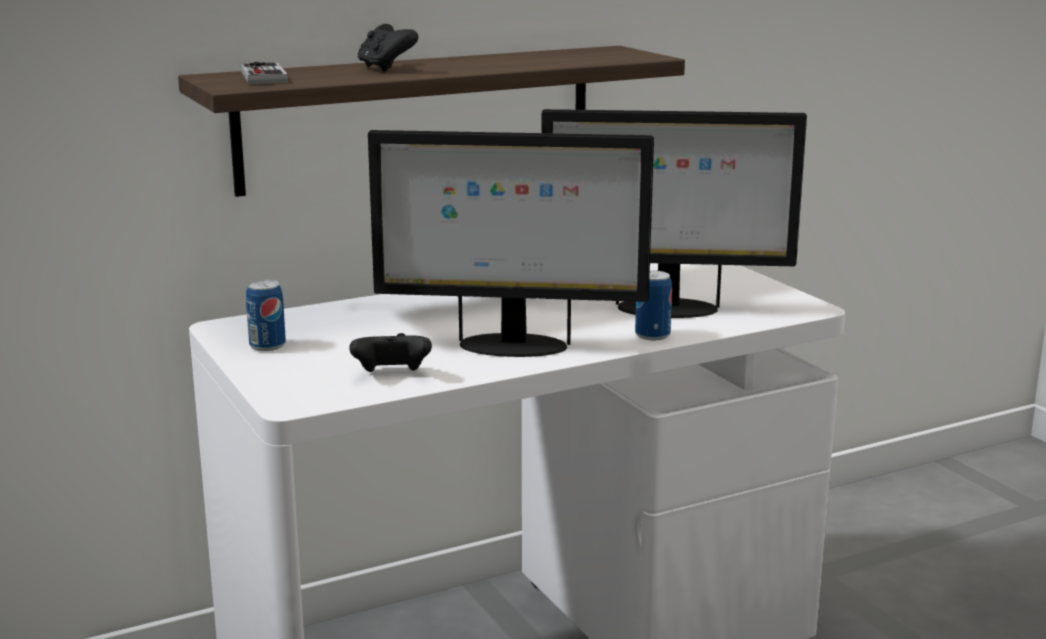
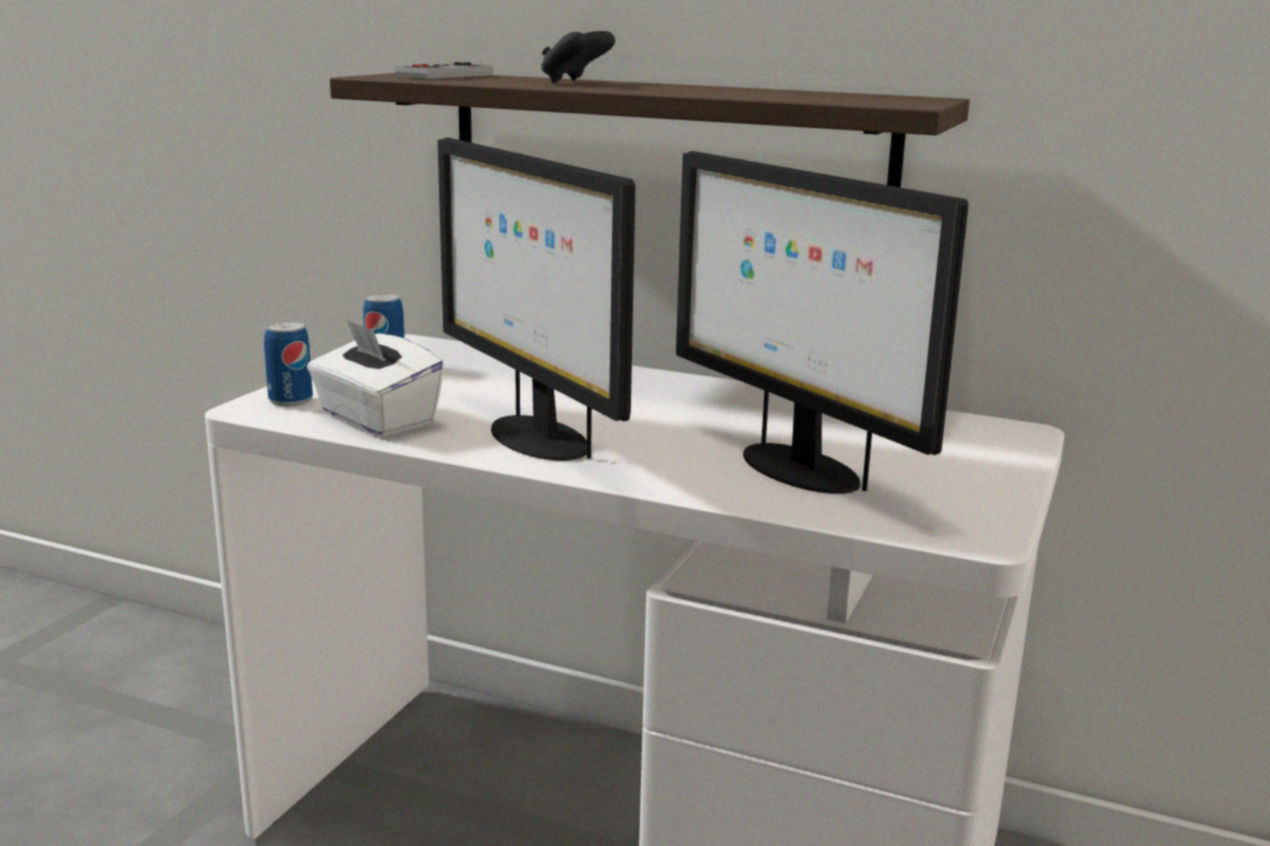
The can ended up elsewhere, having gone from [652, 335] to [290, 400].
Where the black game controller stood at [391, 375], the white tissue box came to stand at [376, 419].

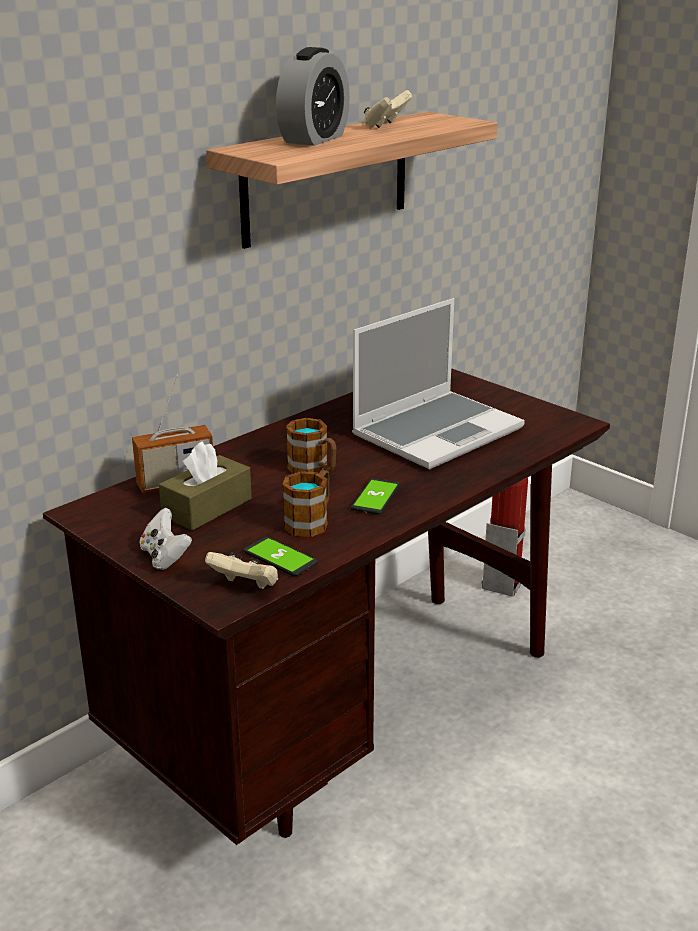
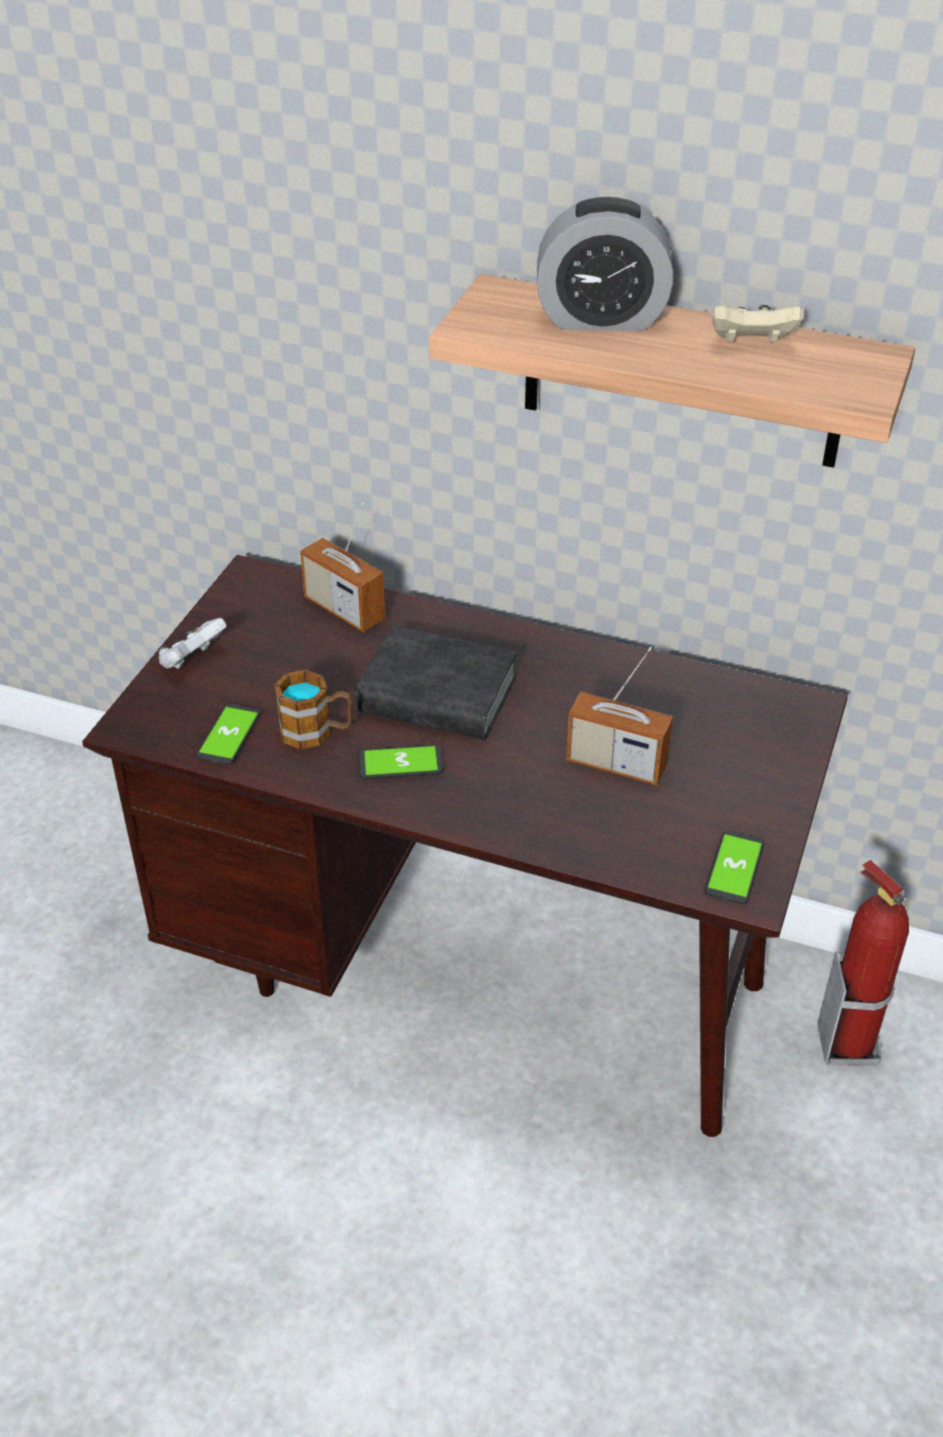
Where the laptop stood at [437, 431], the radio came to stand at [616, 764].
Where the mug stood at [314, 470], the black book came to stand at [437, 695].
The second view lost the brown tissue box at [207, 507].
The second view lost the beige game controller at [245, 586].
The second view gained the phone at [734, 868].

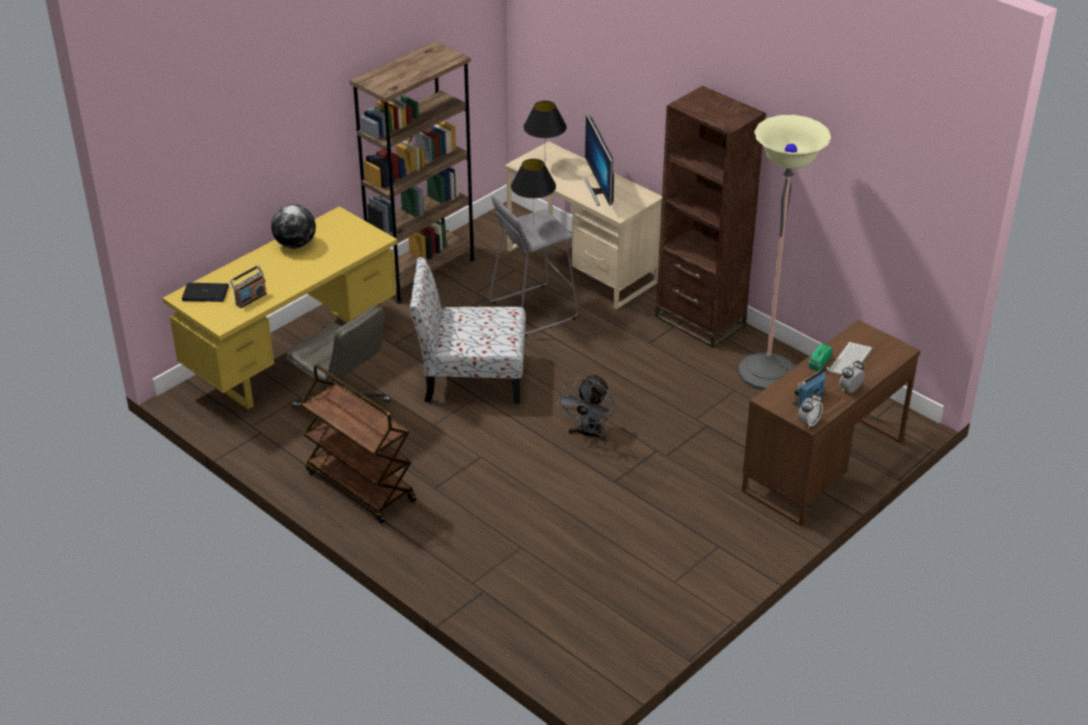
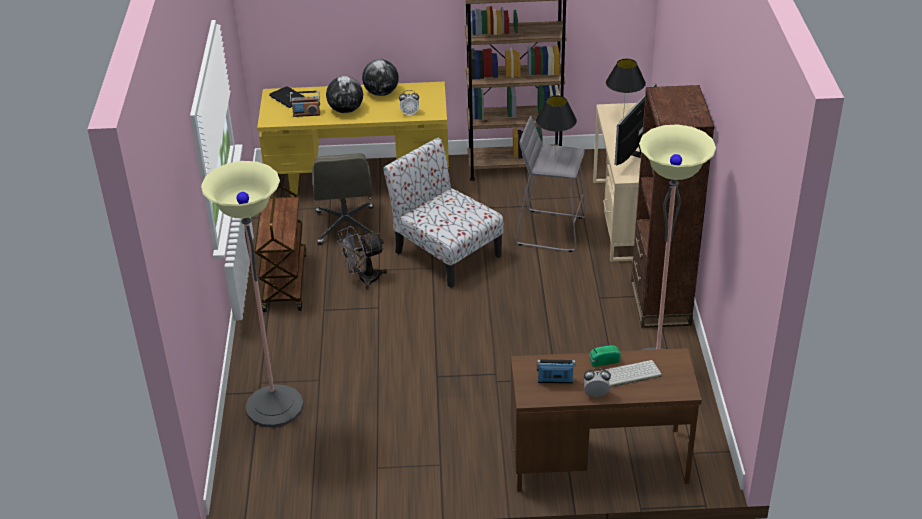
The grey fan ended up elsewhere, having gone from [588, 434] to [363, 279].
The alarm clock ended up elsewhere, having gone from [808, 423] to [409, 113].
The second view gained the globe at [346, 110].
The second view gained the floor lamp at [274, 407].

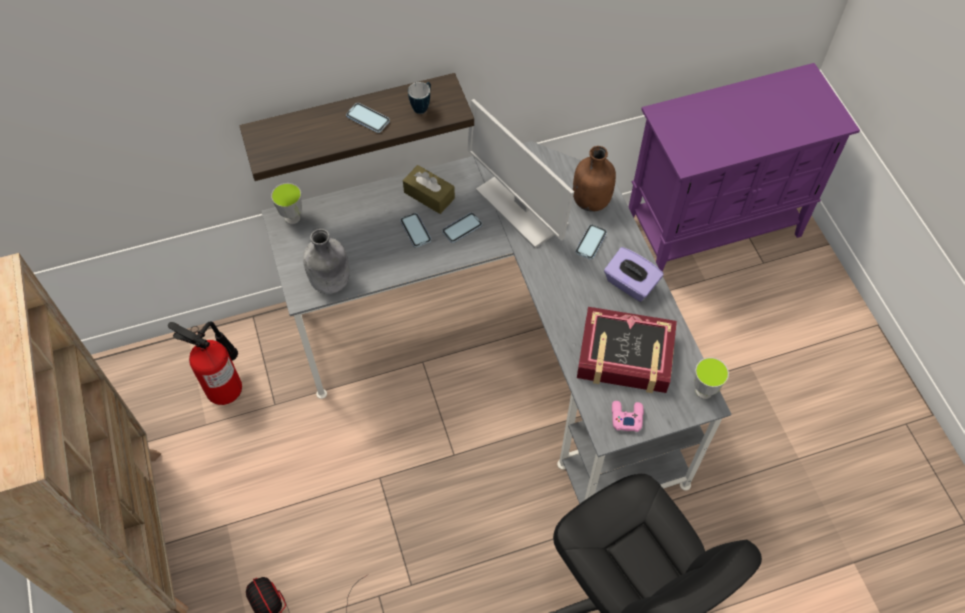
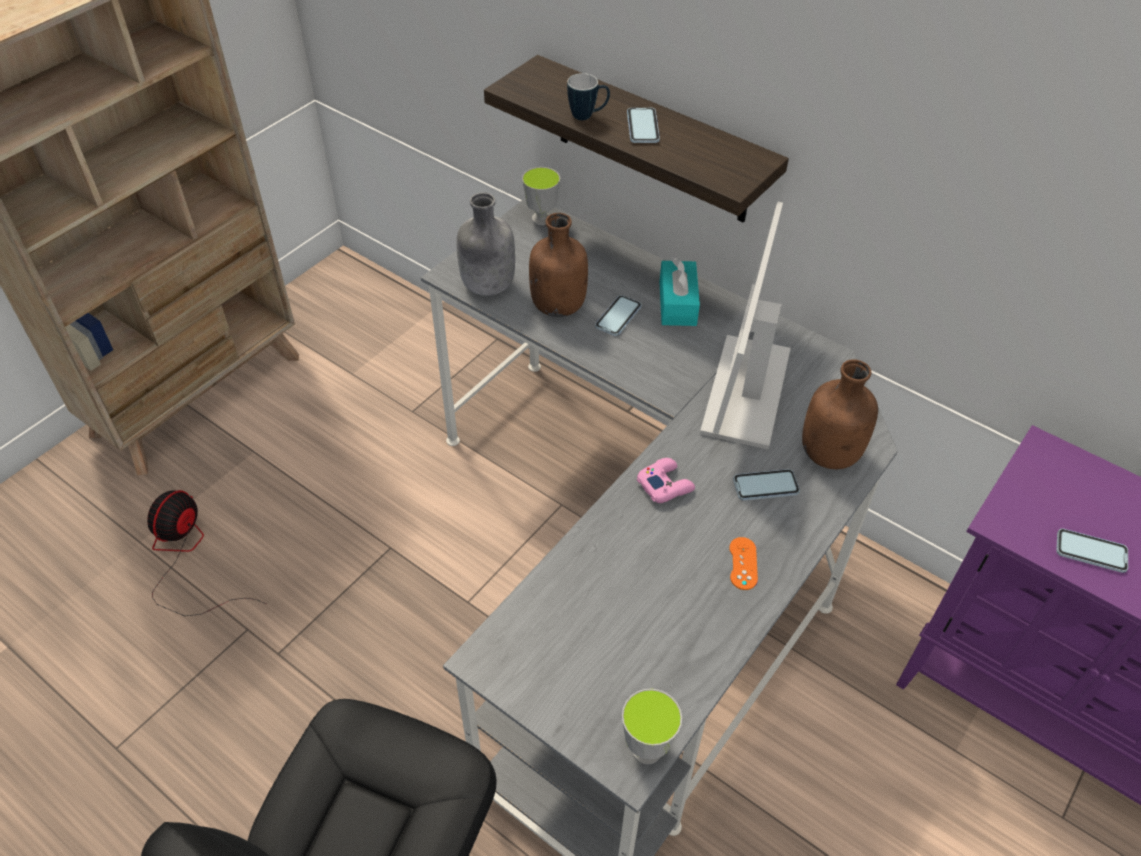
The mug ended up elsewhere, having gone from [422, 106] to [588, 116].
What was the brown tissue box at [429, 195] turned into the turquoise tissue box at [677, 303].
The phone ended up elsewhere, having gone from [462, 228] to [1090, 552].
Where the purple tissue box stood at [630, 284], the orange game controller came to stand at [743, 563].
The second view lost the book at [625, 356].
The second view lost the fire extinguisher at [226, 385].
The pink game controller ended up elsewhere, having gone from [626, 417] to [665, 484].
The second view gained the brown bottle at [559, 305].

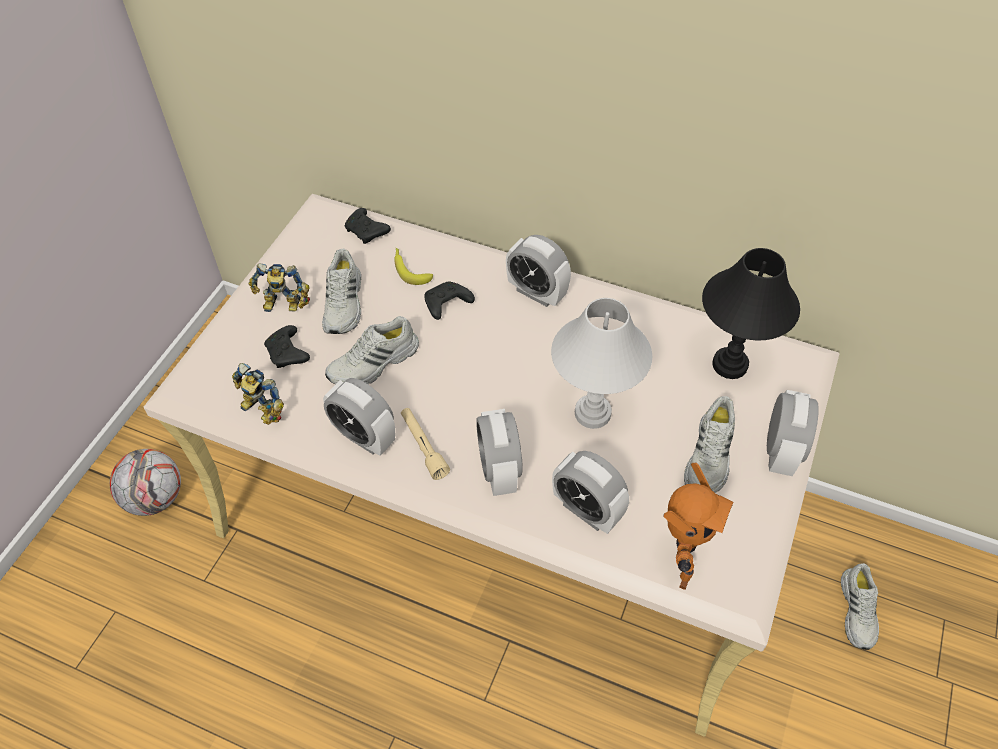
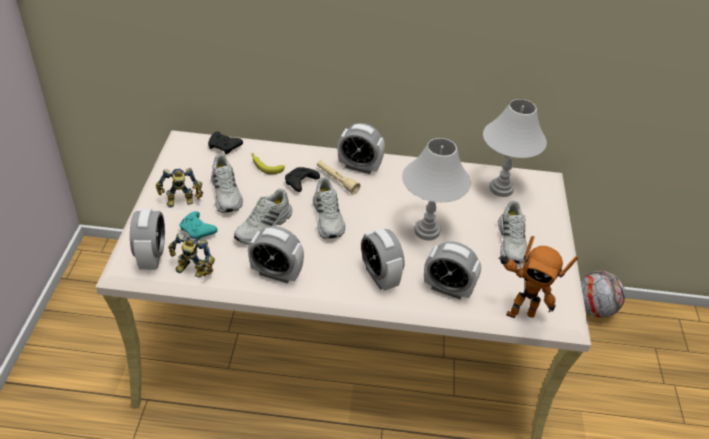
What was the black table lamp at [730, 365] turned into the white table lamp at [501, 189].
What was the black game controller at [288, 354] turned into the turquoise game controller at [198, 231].
The alarm clock ended up elsewhere, having gone from [780, 451] to [152, 257].
The beige flashlight ended up elsewhere, having gone from [423, 446] to [337, 180].
The football ended up elsewhere, having gone from [155, 498] to [593, 308].
The toy robot at [676, 570] ended up facing another way, 105 degrees clockwise from before.
The white shoe ended up elsewhere, having gone from [858, 611] to [328, 218].

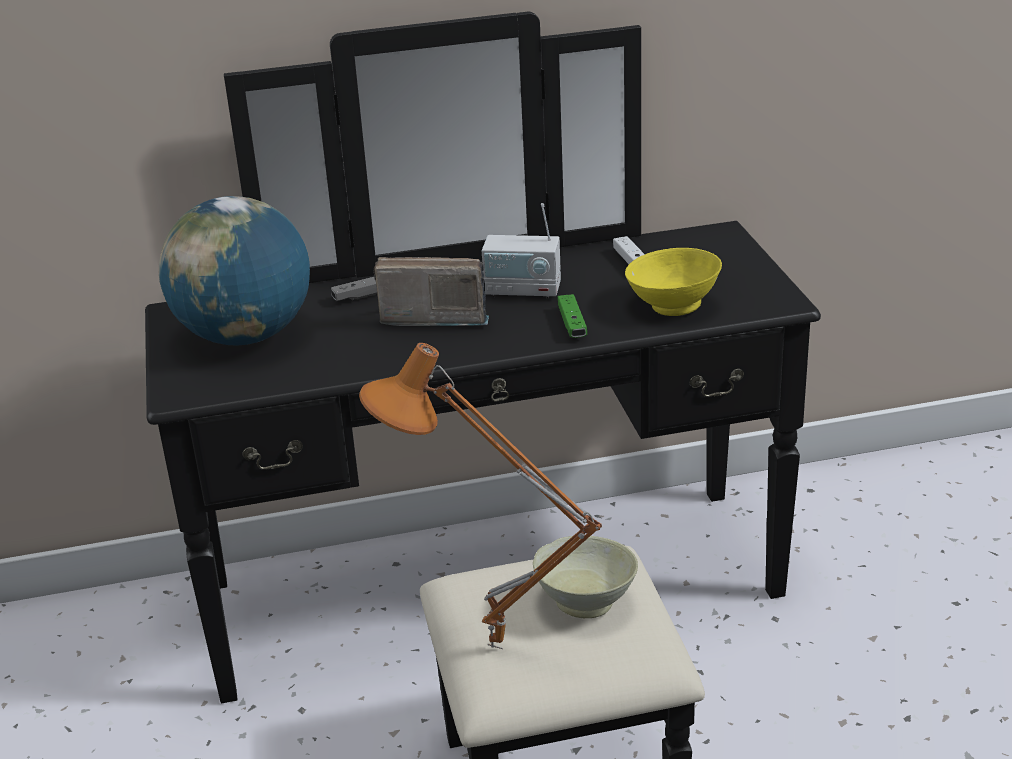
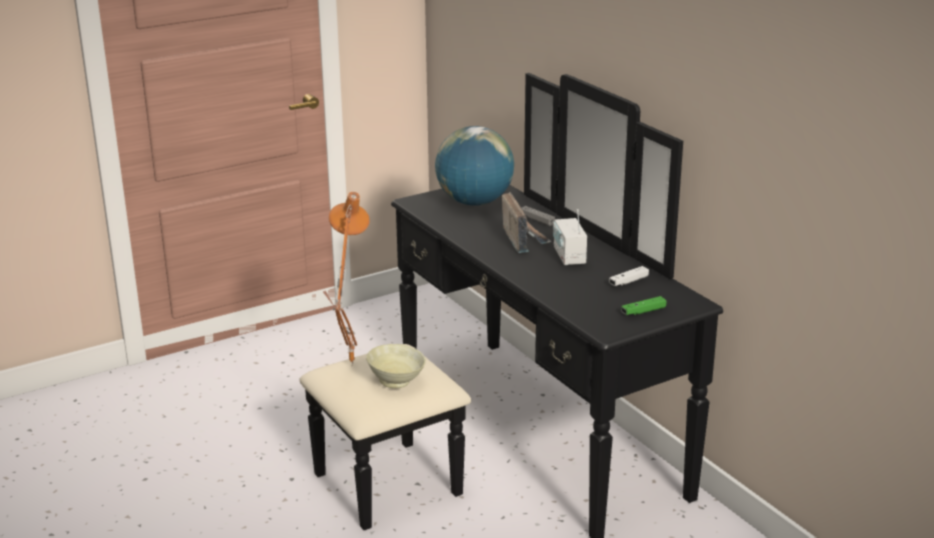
The second view lost the yellow bowl at [672, 306].
The green game controller ended up elsewhere, having gone from [572, 324] to [643, 311].

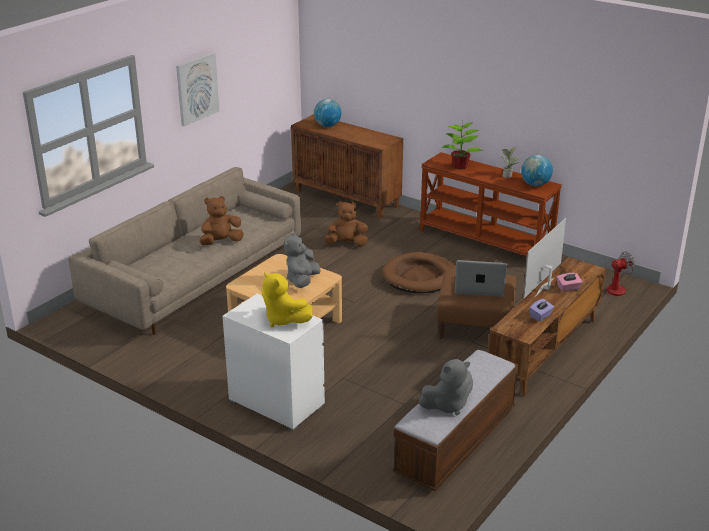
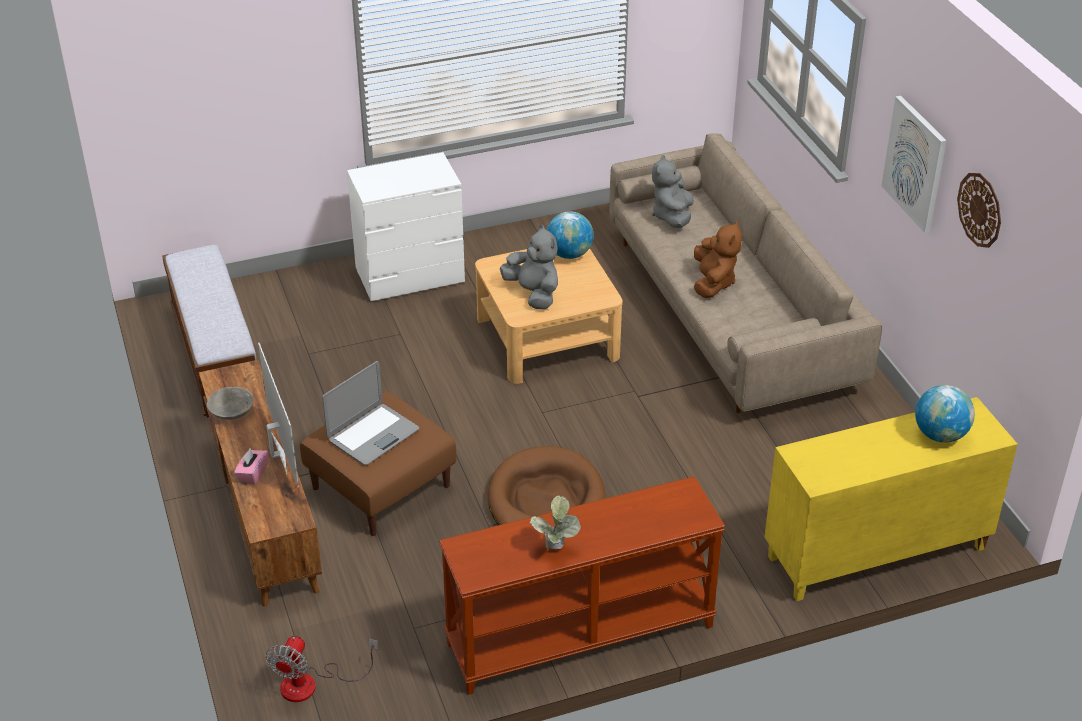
What was the brown cabinet at [347, 199] turned into the yellow cabinet at [875, 554].
The second view lost the potted plant at [460, 166].
The globe ended up elsewhere, having gone from [535, 184] to [569, 254].
The second view lost the brown plush toy at [347, 244].
The second view lost the yellow plush toy at [283, 320].
Where the purple tissue box stood at [540, 316], the grey bowl came to stand at [231, 412].
The grey plush toy ended up elsewhere, having gone from [447, 405] to [672, 216].
The second view gained the wall clock at [980, 209].

